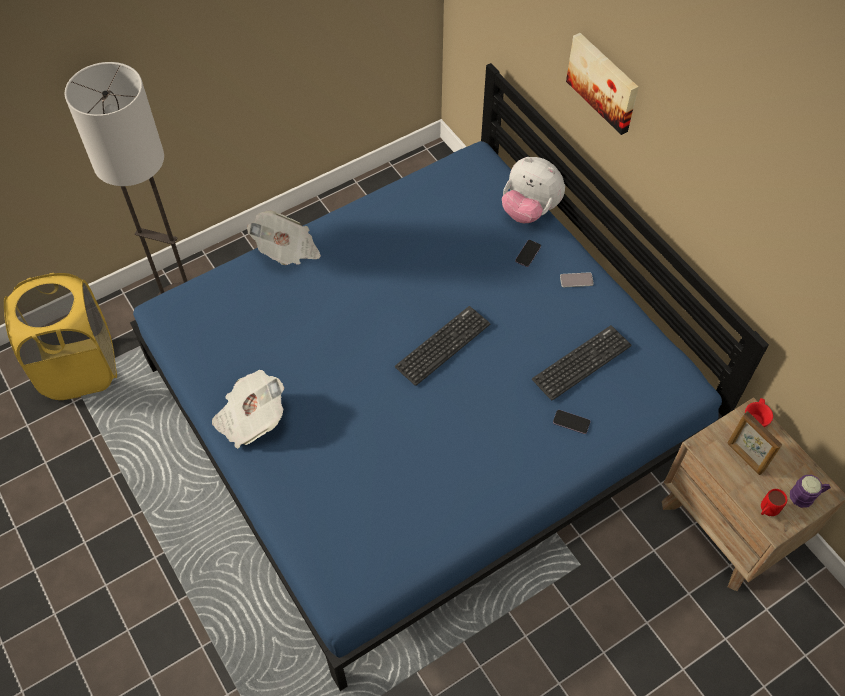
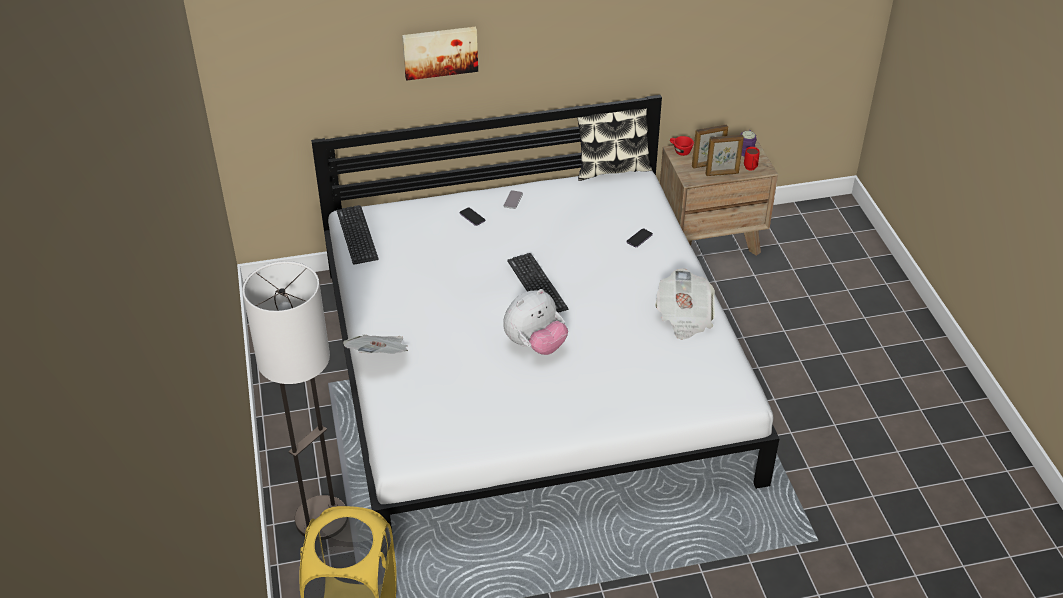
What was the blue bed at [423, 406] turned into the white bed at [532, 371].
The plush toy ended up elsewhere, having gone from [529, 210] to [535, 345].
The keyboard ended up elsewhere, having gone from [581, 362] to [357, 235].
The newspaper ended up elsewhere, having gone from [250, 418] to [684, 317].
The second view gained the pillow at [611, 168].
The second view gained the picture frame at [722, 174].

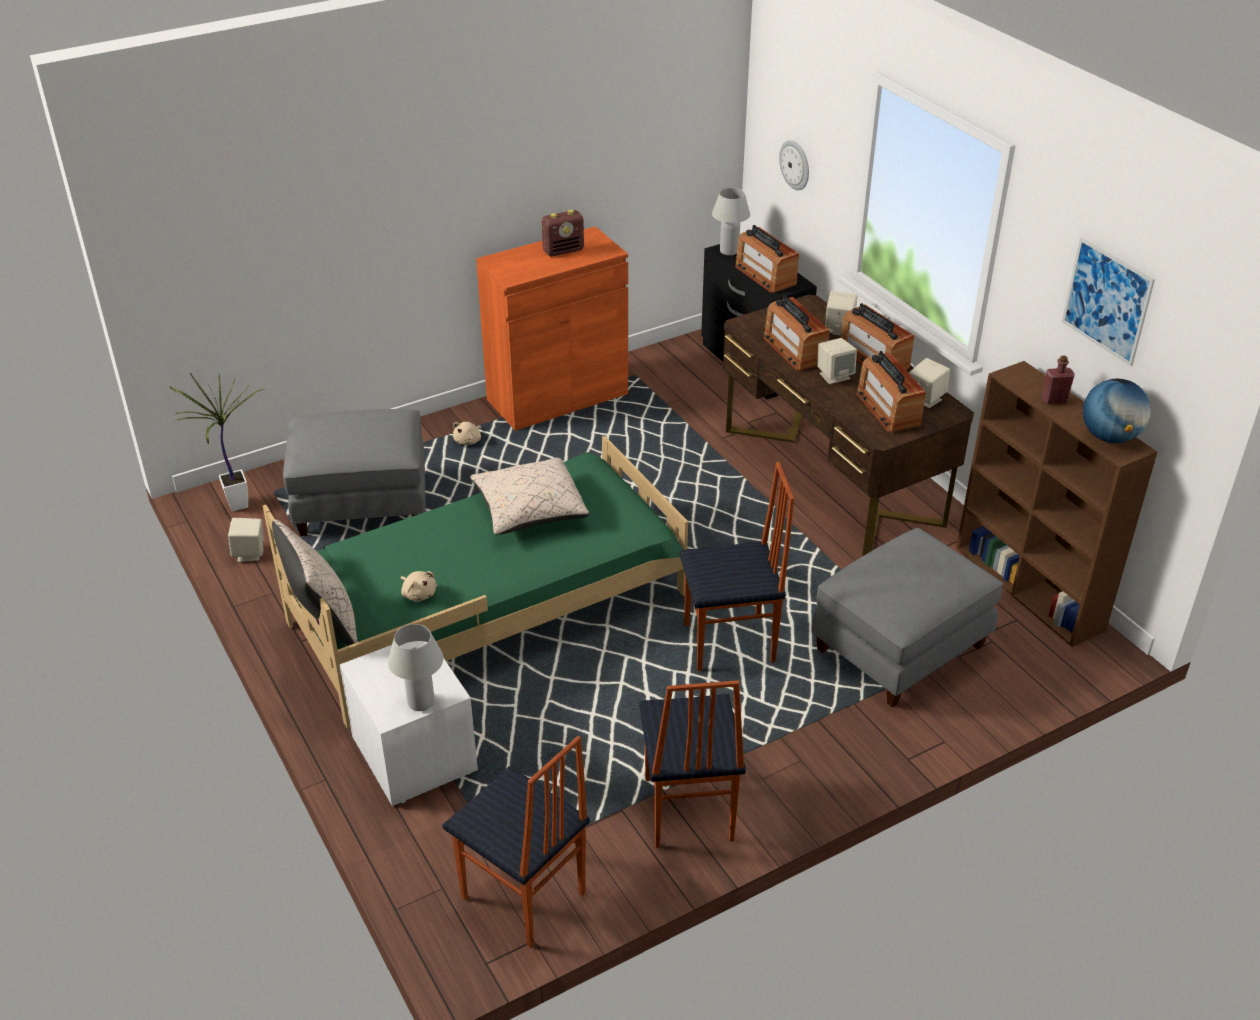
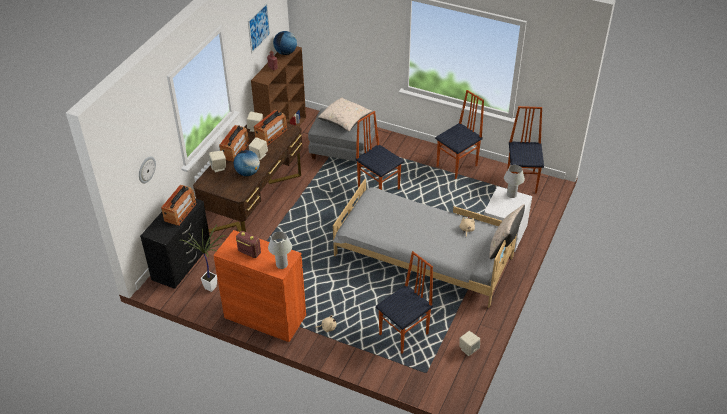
The white table lamp ended up elsewhere, having gone from [729, 251] to [282, 265].
Where the radio stood at [794, 350], the globe came to stand at [247, 173].
The potted plant ended up elsewhere, having gone from [236, 508] to [213, 287].
Where the grey ottoman stood at [361, 504], the chair came to stand at [404, 334].
What was the green bed at [489, 606] turned into the grey bed at [422, 256].
The beige pillow ended up elsewhere, having gone from [530, 510] to [345, 120].

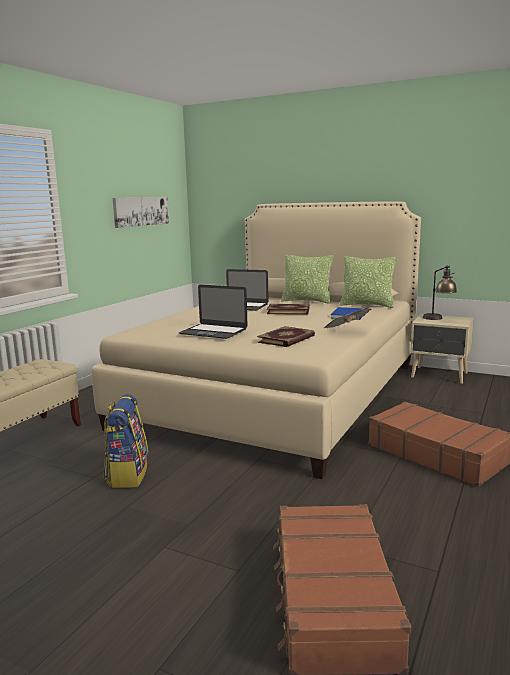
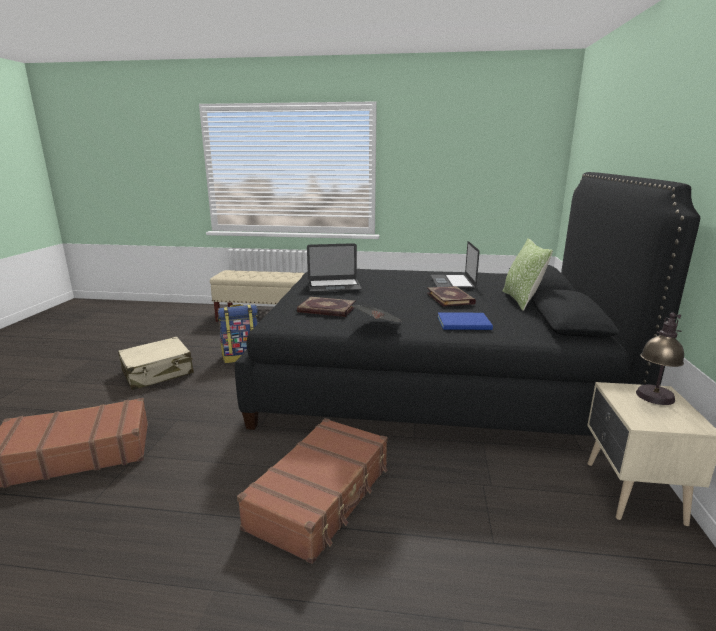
The second view lost the picture at [141, 211].
What was the beige bed at [277, 394] turned into the black bed at [430, 380].
The second view lost the pillow at [367, 305].
The laptop at [213, 331] ended up facing another way, 105 degrees counterclockwise from before.
The second view gained the beige suitcase at [158, 373].

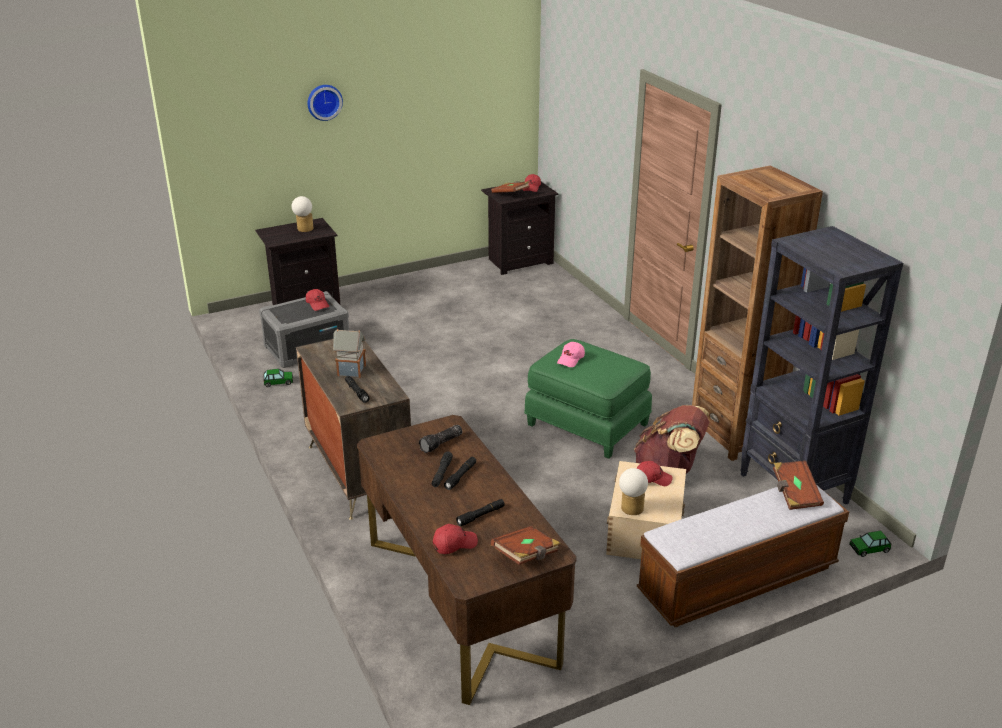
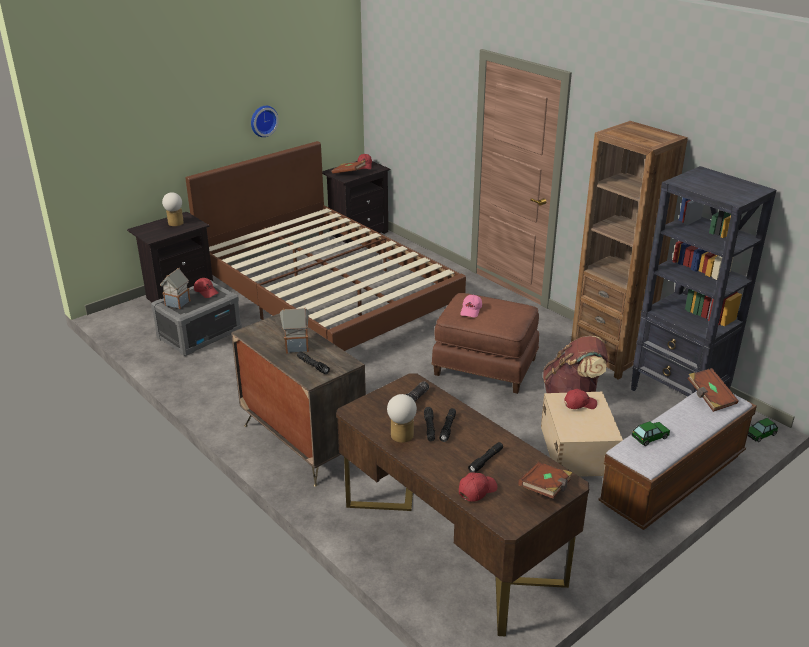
The wall clock ended up elsewhere, having gone from [324, 101] to [263, 120].
What was the green ottoman at [586, 425] turned into the brown ottoman at [484, 367].
The toy car ended up elsewhere, having gone from [278, 382] to [650, 437].
The table lamp ended up elsewhere, having gone from [631, 510] to [401, 437].
The second view gained the brown bed at [327, 295].
The second view gained the toy house at [177, 303].

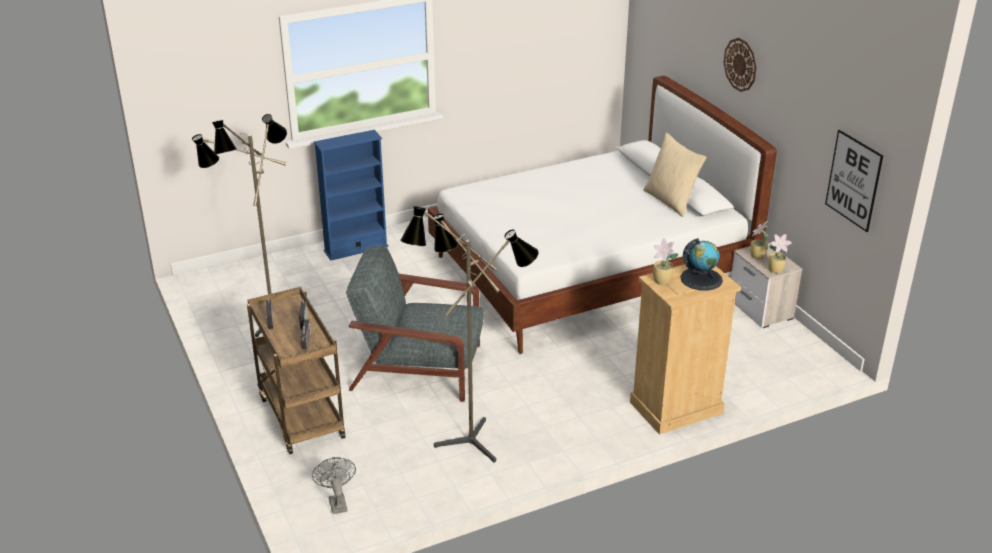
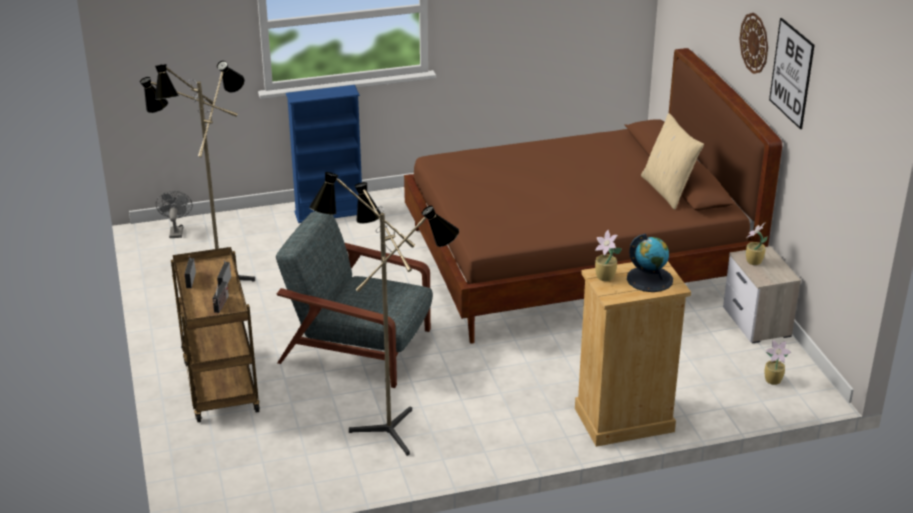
What was the white bed at [590, 273] turned into the brown bed at [576, 263].
The picture ended up elsewhere, having gone from [853, 180] to [791, 73].
The potted plant ended up elsewhere, having gone from [776, 270] to [773, 381].
The grey fan ended up elsewhere, having gone from [337, 502] to [176, 231].

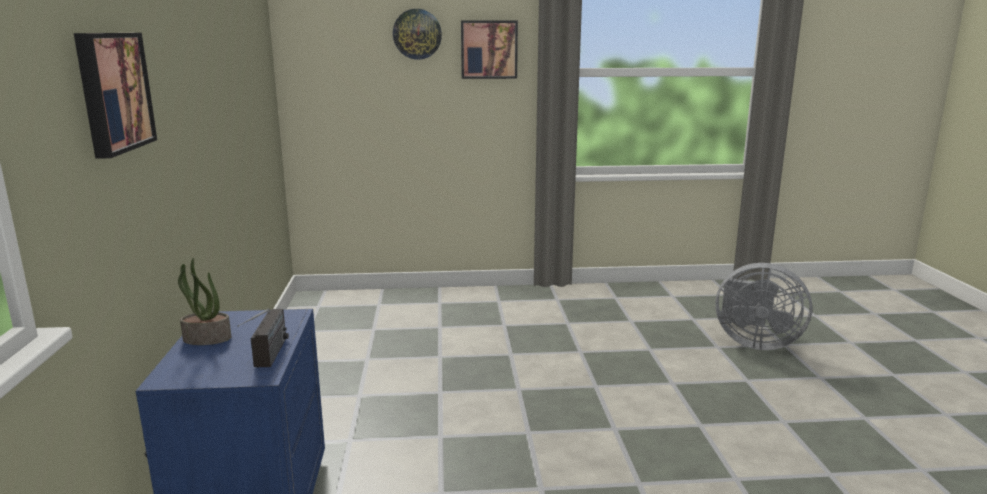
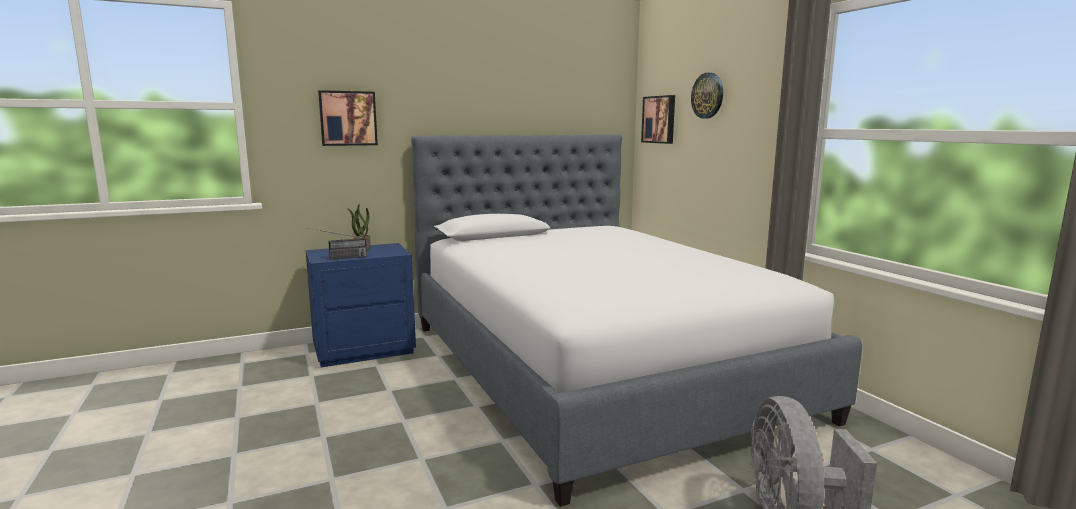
The picture ended up elsewhere, having gone from [489, 49] to [659, 119].
The second view gained the bed at [594, 368].

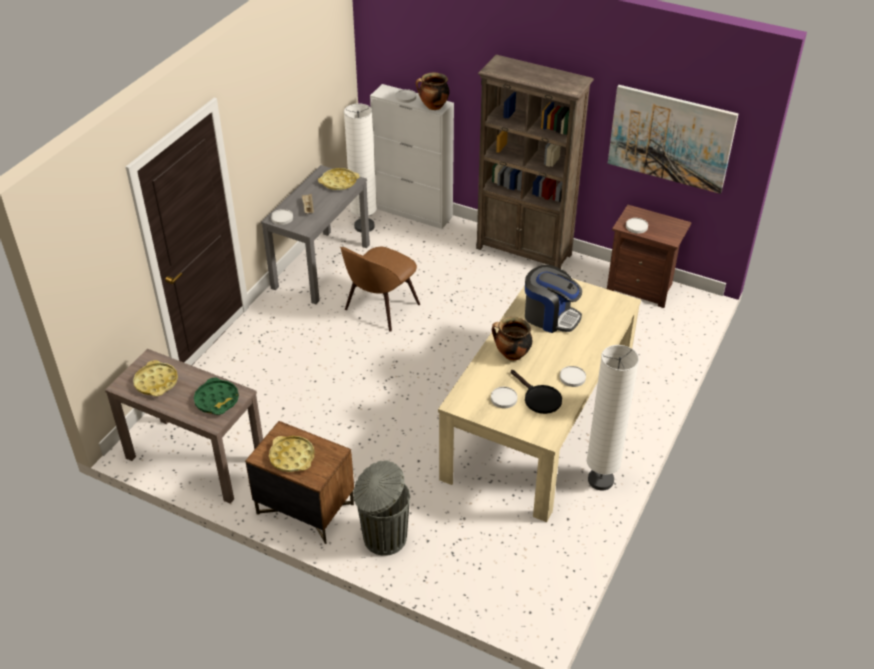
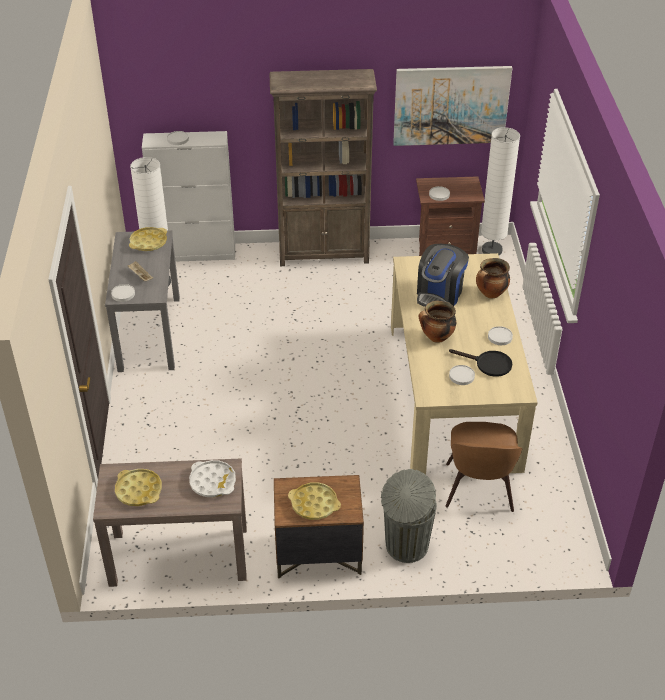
The cooking pot ended up elsewhere, having gone from [433, 107] to [490, 294].
The brown chair ended up elsewhere, having gone from [380, 308] to [479, 490].
The coffee machine at [550, 316] ended up facing another way, 120 degrees clockwise from before.
The white floor lamp ended up elsewhere, having gone from [600, 480] to [492, 250].
What was the green tray at [217, 400] turned into the white tray at [213, 482].

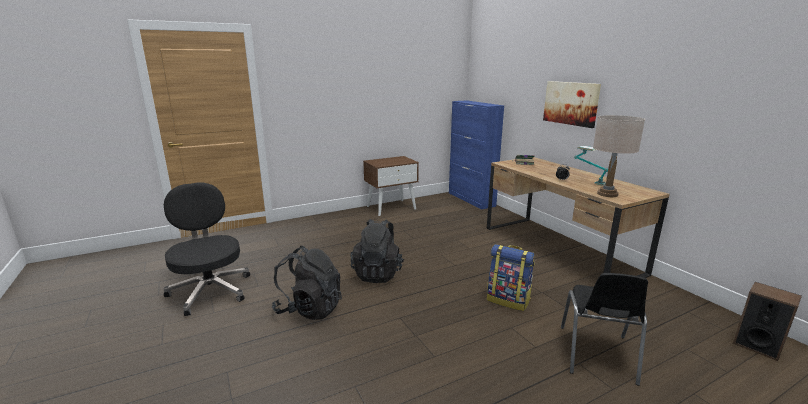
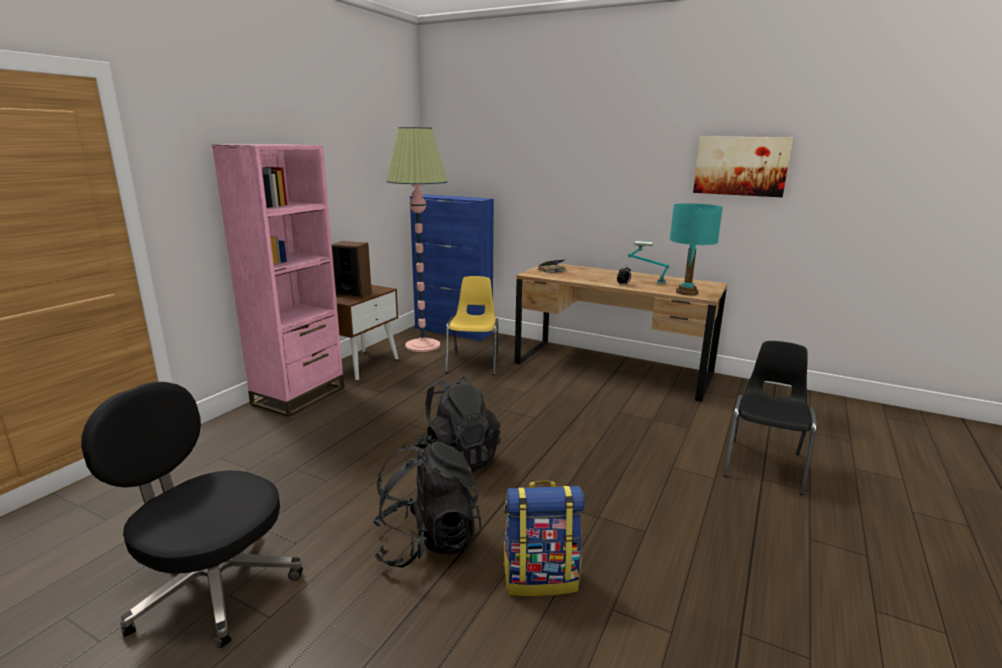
The picture ended up elsewhere, having gone from [571, 103] to [741, 166].
What was the beige table lamp at [607, 194] turned into the turquoise table lamp at [686, 292].
The backpack ended up elsewhere, having gone from [508, 300] to [541, 577].
The black chair at [597, 355] ended up facing another way, 135 degrees counterclockwise from before.
The speaker ended up elsewhere, having gone from [757, 345] to [353, 294].
The second view gained the floor lamp at [422, 345].
The second view gained the pink bookcase at [299, 396].
The second view gained the yellow chair at [474, 362].

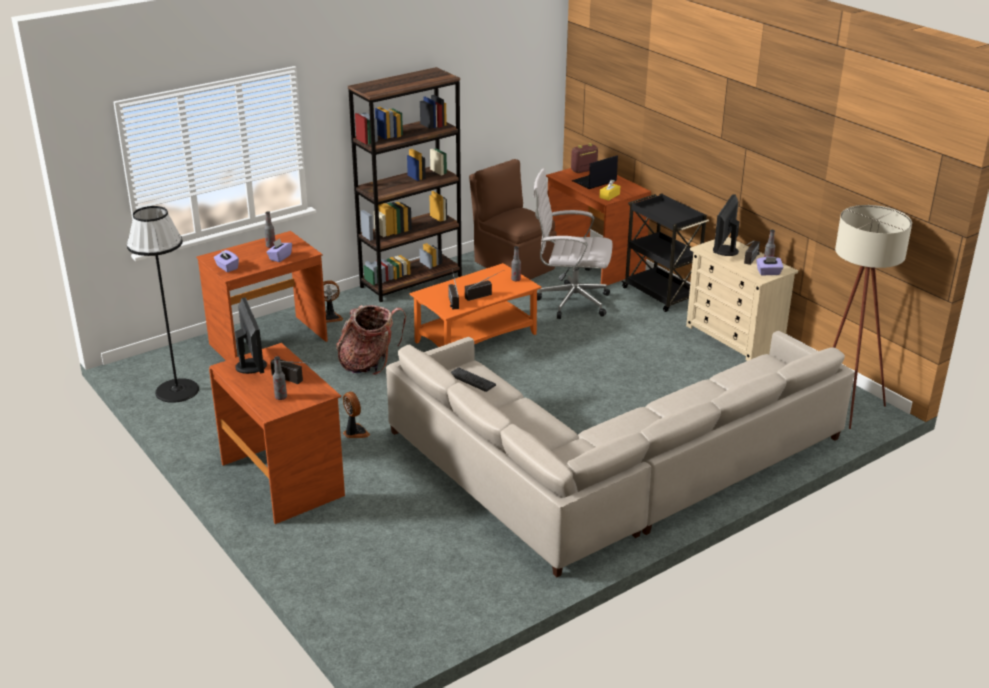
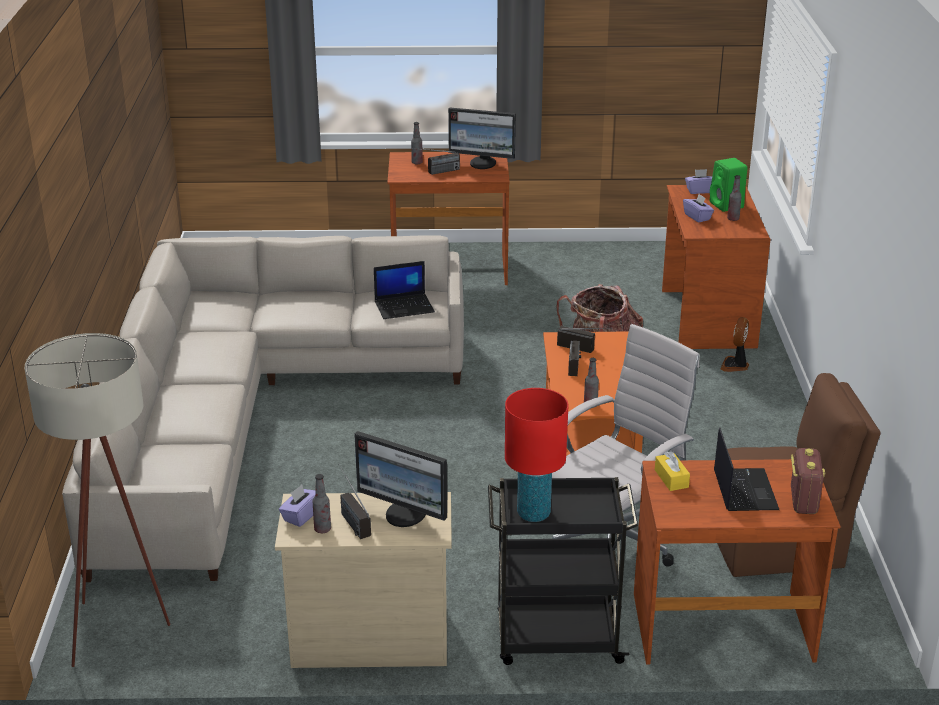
The second view lost the brown bookcase at [411, 281].
The monitor at [724, 251] ended up facing another way, 150 degrees clockwise from before.
The second view lost the black floor lamp at [177, 391].
Where the keyboard stood at [472, 380], the laptop came to stand at [404, 306].
The second view lost the fan at [355, 432].
The second view gained the green speaker at [727, 205].
The second view gained the red table lamp at [534, 513].

